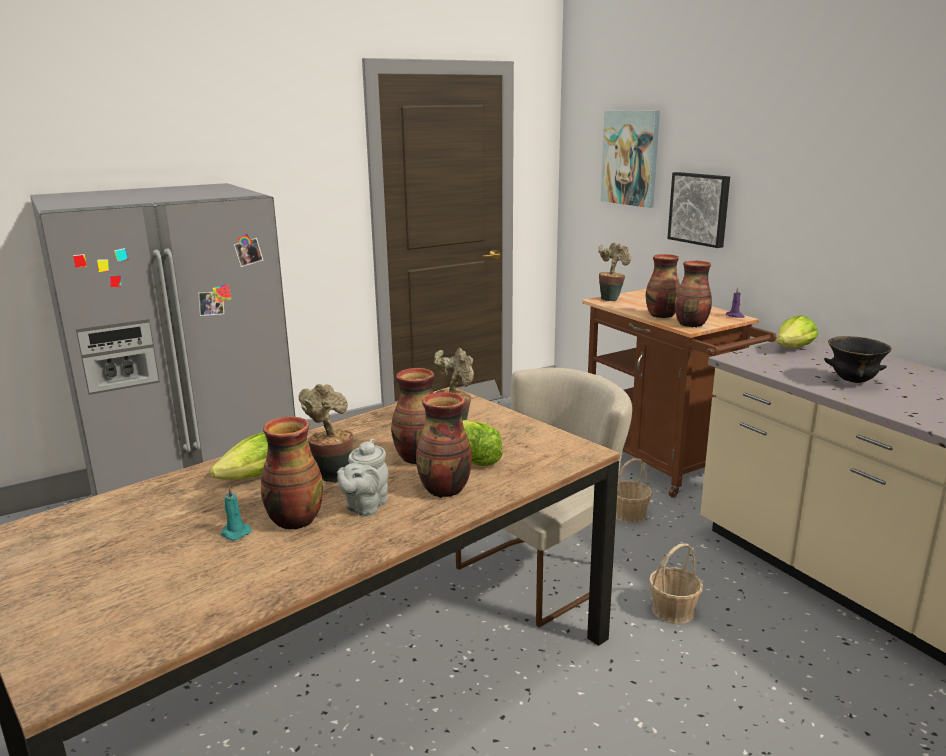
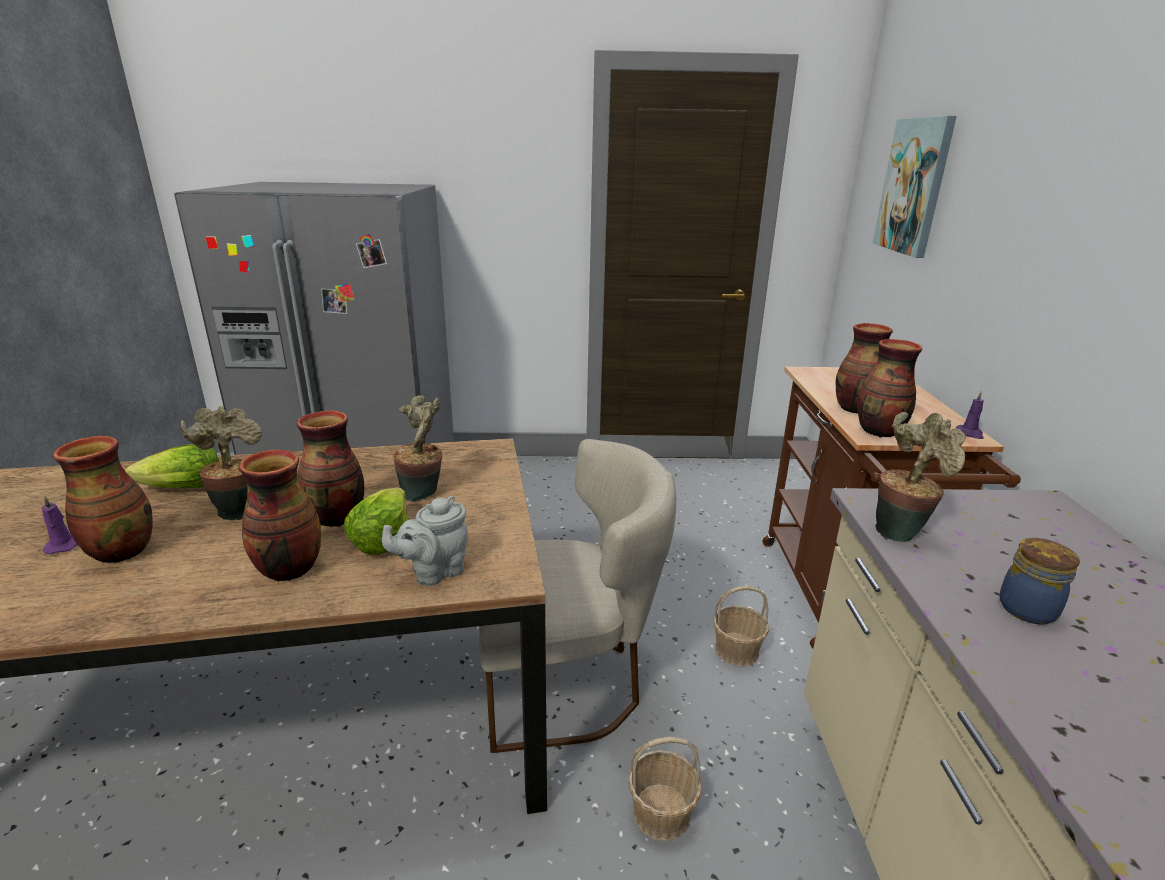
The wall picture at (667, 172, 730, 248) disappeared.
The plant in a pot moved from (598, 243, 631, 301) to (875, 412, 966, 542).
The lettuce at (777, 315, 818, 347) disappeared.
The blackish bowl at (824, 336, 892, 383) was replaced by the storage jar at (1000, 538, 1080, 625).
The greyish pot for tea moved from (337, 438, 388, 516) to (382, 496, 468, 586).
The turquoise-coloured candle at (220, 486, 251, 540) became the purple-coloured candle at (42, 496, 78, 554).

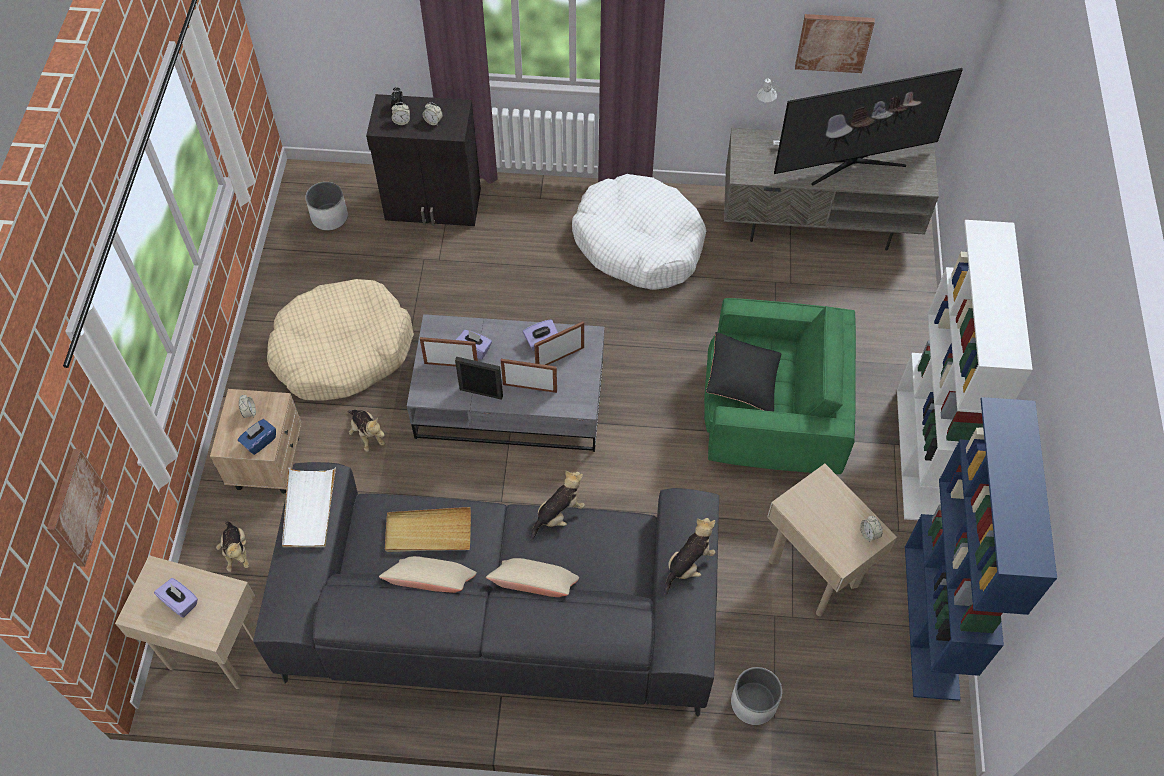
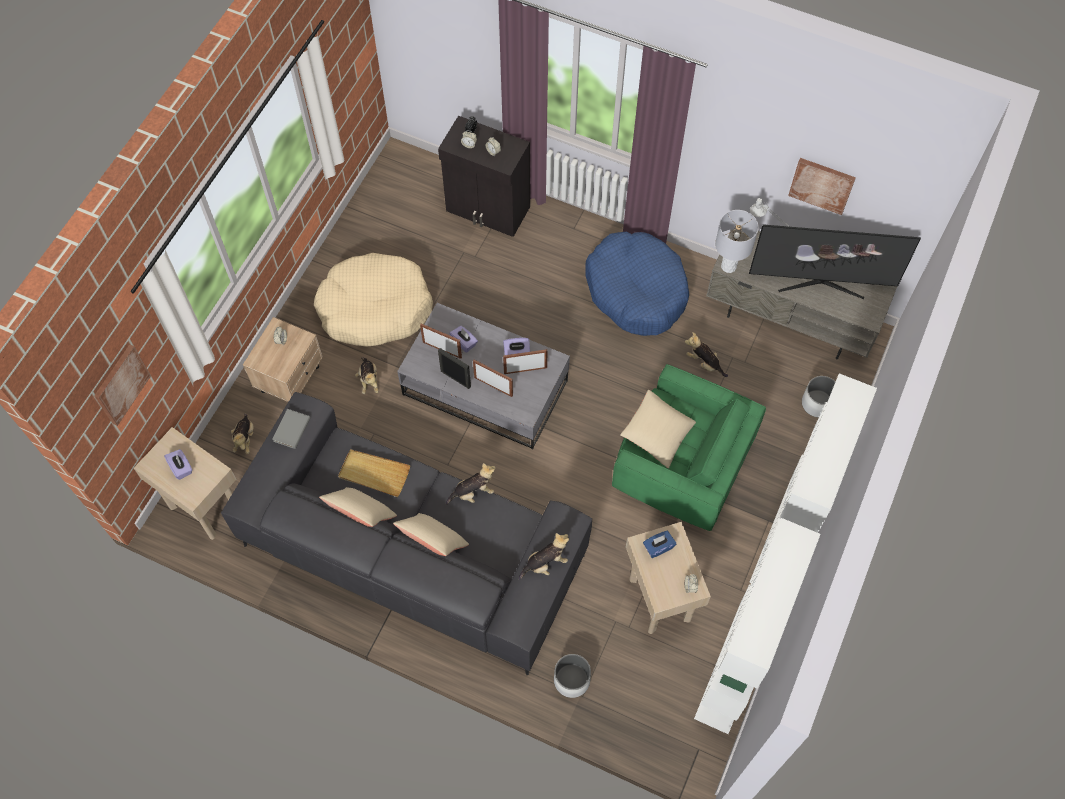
The white-coloured dog bed at (572, 174, 706, 290) became the blue dog bed at (585, 232, 689, 336).
The white-coloured planter moved from (305, 182, 348, 231) to (802, 376, 836, 418).
The blackish pillow at (706, 332, 781, 412) became the beige-coloured pillow at (620, 390, 696, 468).
The blue bookshelf at (905, 397, 1057, 701) became the white-coloured bookshelf at (694, 518, 821, 734).
The blue tissue holder moved from (238, 419, 276, 455) to (643, 531, 676, 558).
The white-coloured serving tray at (282, 467, 336, 547) was replaced by the greyish volume at (272, 409, 310, 449).
The greyish table lamp at (715, 210, 759, 273) appeared.
The plush toy at (685, 332, 728, 377) appeared.

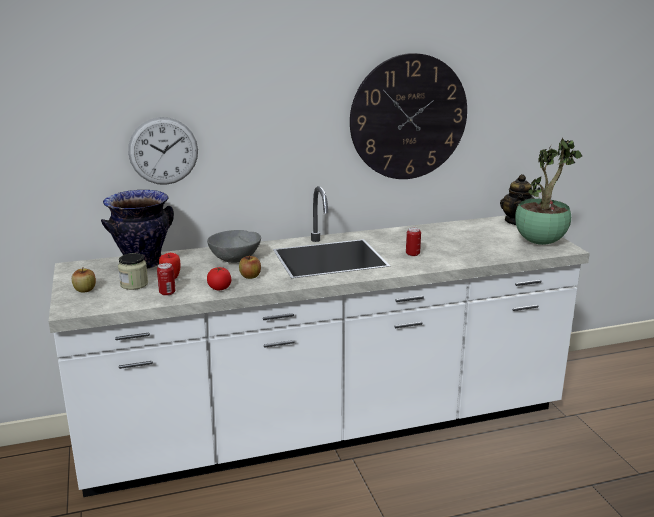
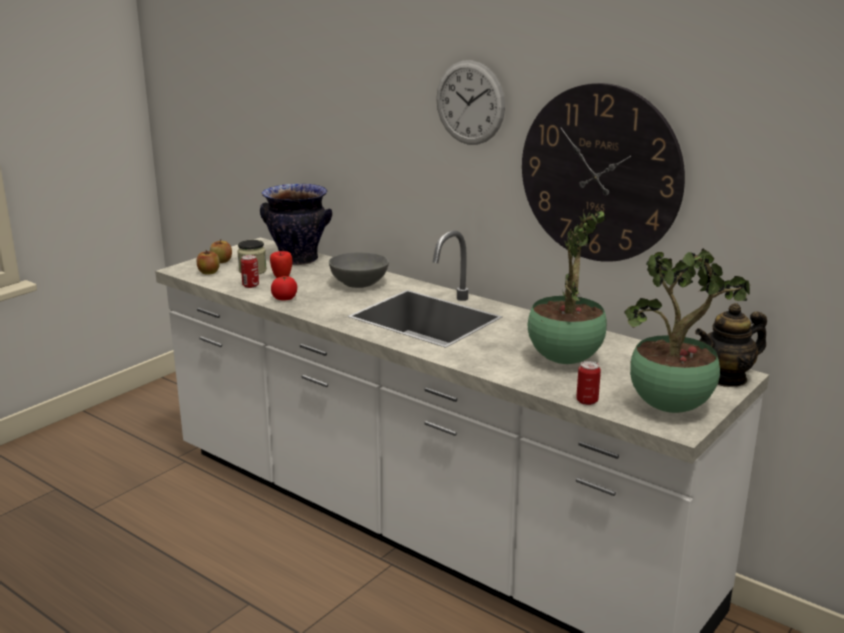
The hanging clock moved from (128, 117, 198, 185) to (436, 60, 505, 145).
The can moved from (406, 227, 421, 256) to (576, 361, 601, 405).
The whole apple moved from (239, 255, 261, 279) to (197, 250, 220, 275).
The plant in a pot at (528, 209, 607, 364) appeared.

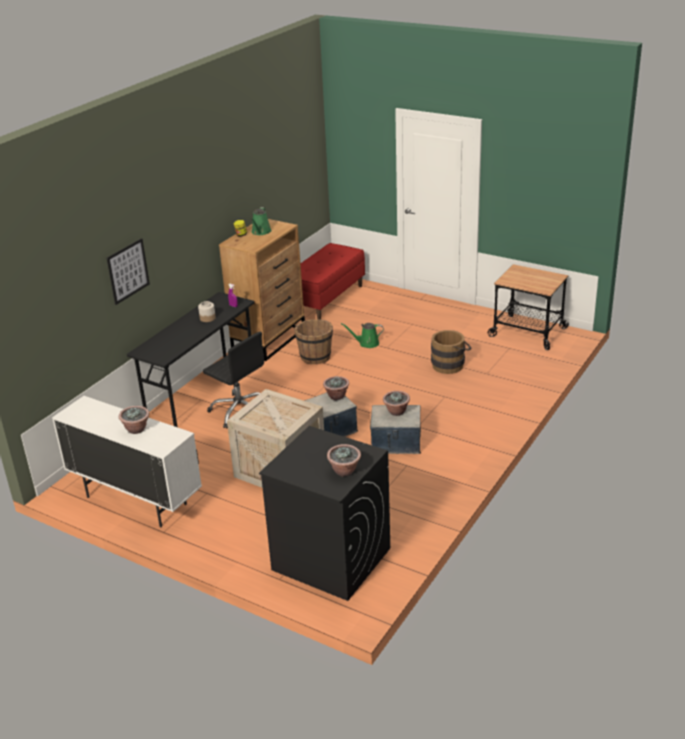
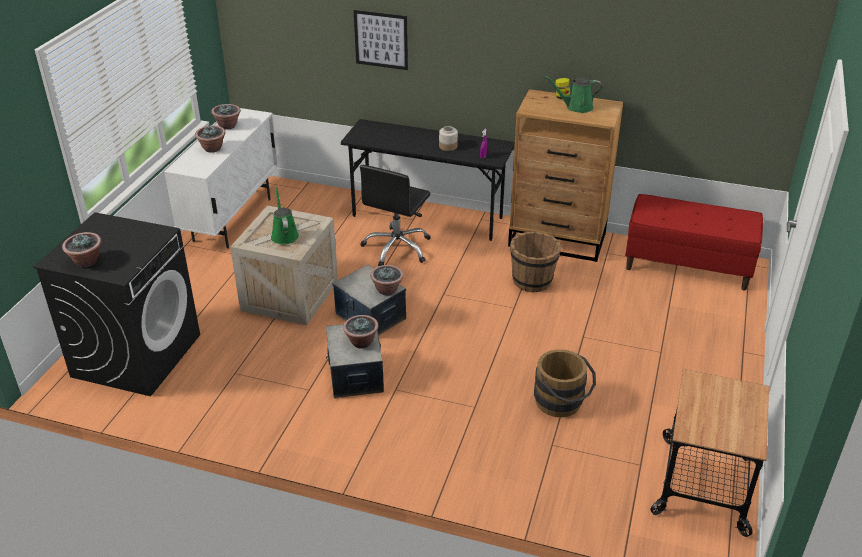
The green-coloured watering can moved from (341, 323, 384, 348) to (271, 187, 299, 245).
The plant in a pot at (211, 104, 241, 130) appeared.

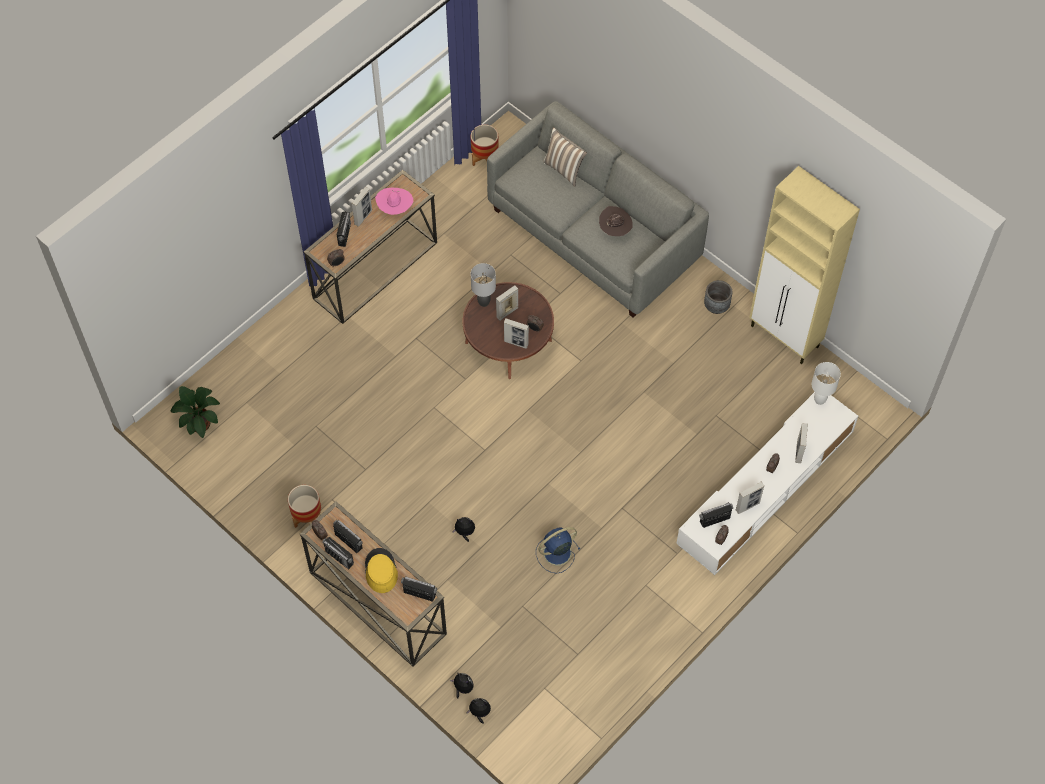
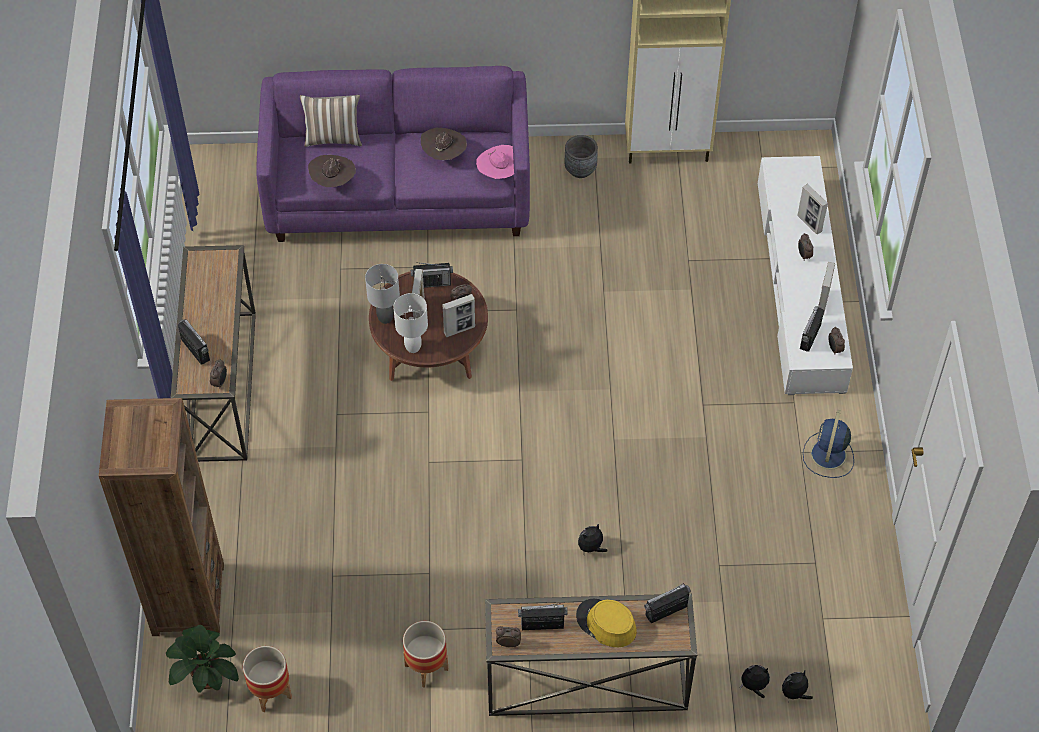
The greyish settee at (487, 101, 709, 318) became the purple-coloured settee at (256, 66, 530, 242).
The planter moved from (471, 125, 499, 166) to (243, 646, 292, 712).
The photo frame at (352, 187, 372, 227) disappeared.
The pinkish clothing hat moved from (375, 188, 413, 215) to (476, 145, 514, 179).
The white-coloured table lamp moved from (811, 362, 841, 405) to (393, 293, 428, 353).
The blue fan moved from (536, 527, 580, 574) to (803, 410, 854, 478).
The radio receiver moved from (322, 537, 354, 570) to (411, 262, 453, 288).
The brownish clothing hat at (308, 155, 356, 187) appeared.
The brownish bookshelf at (99, 398, 224, 636) appeared.

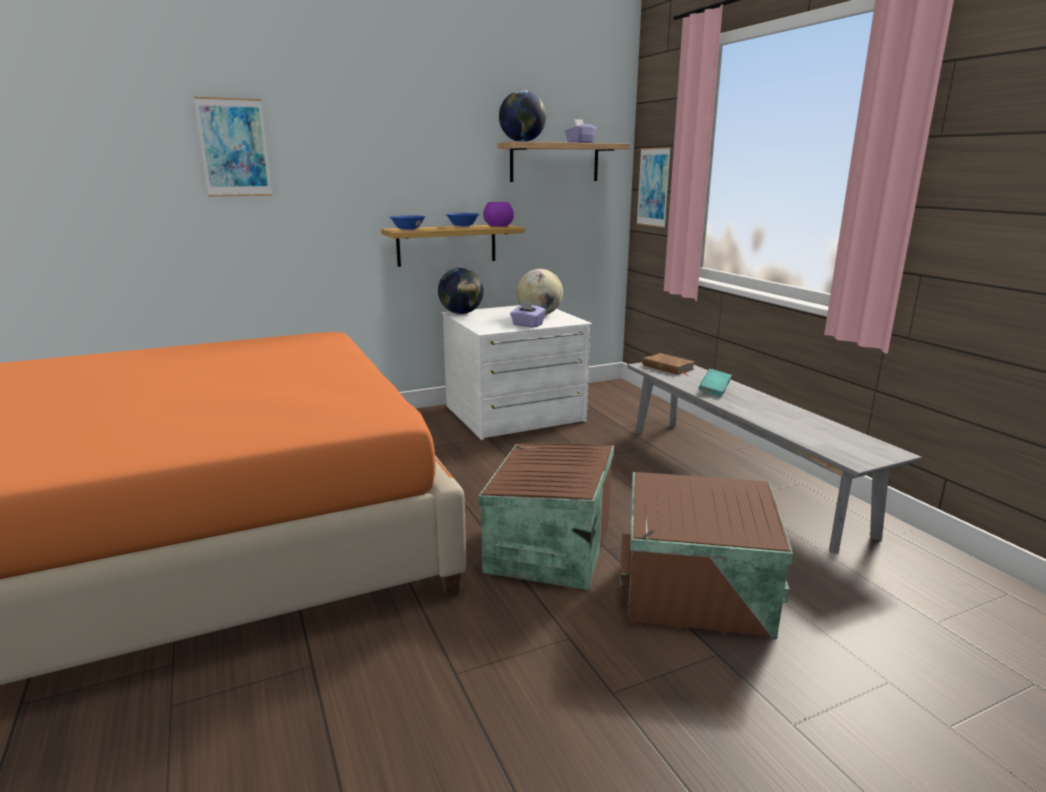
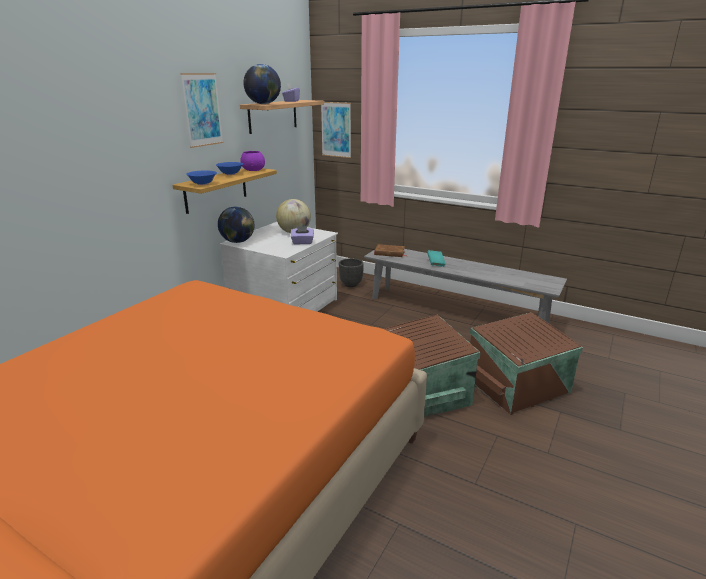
The wall picture moved from (194, 97, 272, 197) to (180, 73, 223, 148).
The blackish planter at (339, 258, 364, 287) appeared.

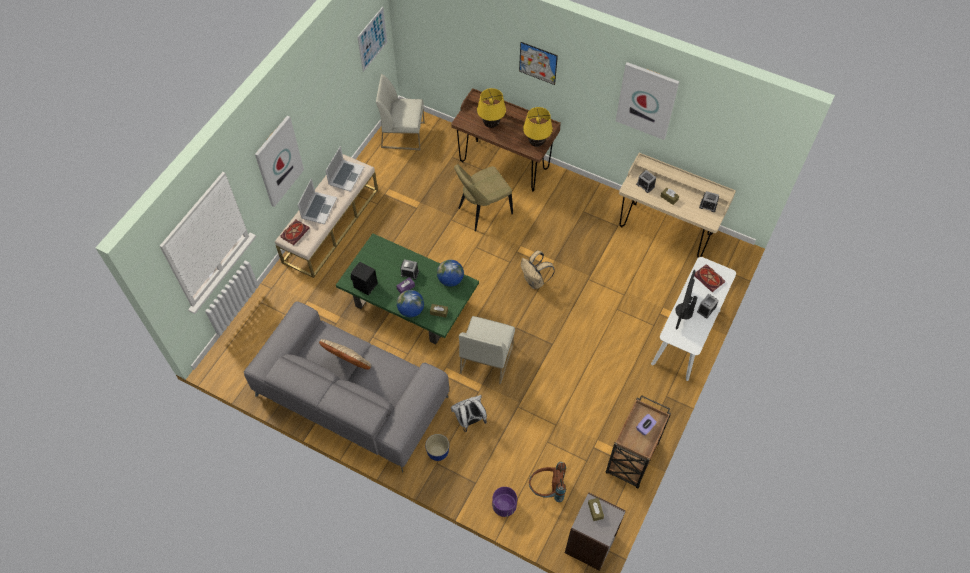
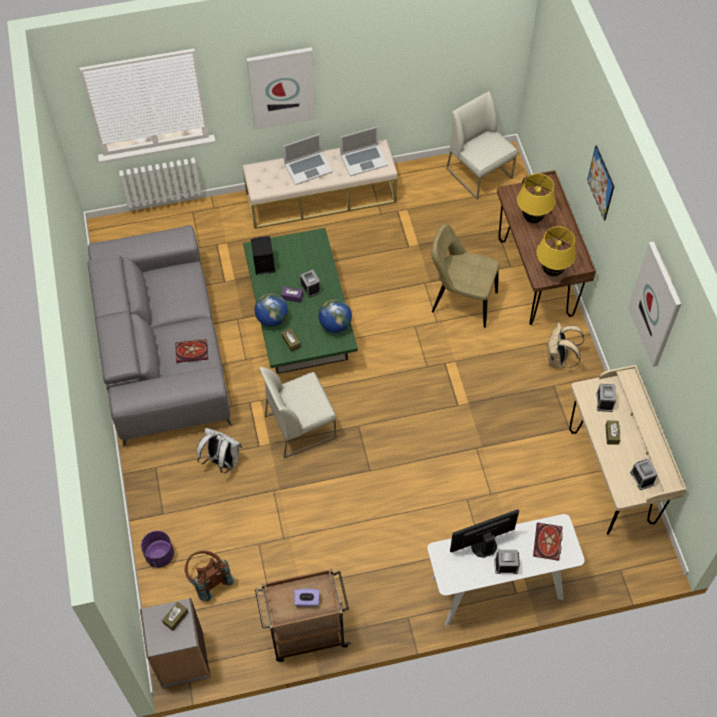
The wall picture at (357, 7, 388, 72) disappeared.
The volume moved from (281, 220, 310, 245) to (175, 339, 208, 363).
The beige-coloured knapsack moved from (521, 251, 555, 289) to (547, 322, 584, 368).
The beige-coloured pillow at (319, 339, 371, 370) disappeared.
The planter at (425, 434, 449, 461) disappeared.

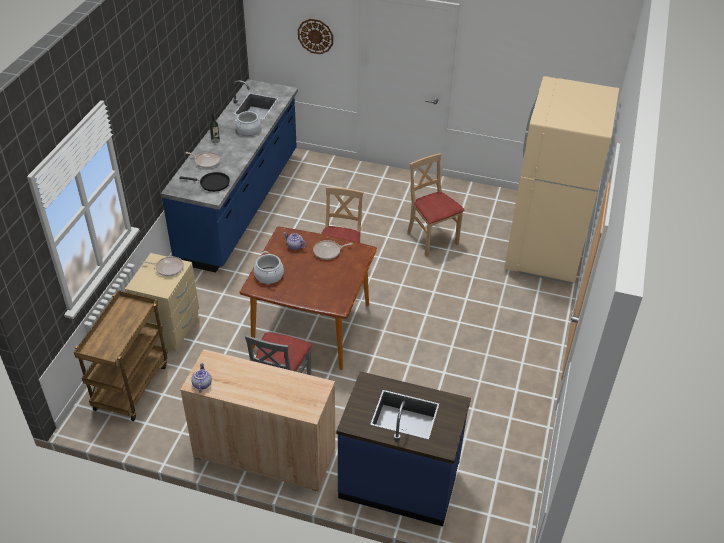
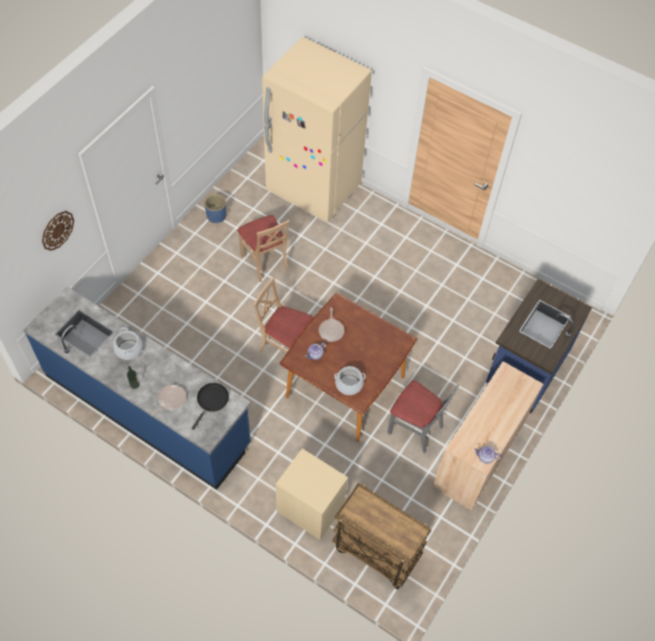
The beige-coloured chair at (407, 153, 464, 257) turned 105 degrees counterclockwise.
The frying pan at (142, 256, 184, 276) disappeared.
The blue planter at (204, 194, 226, 223) appeared.

